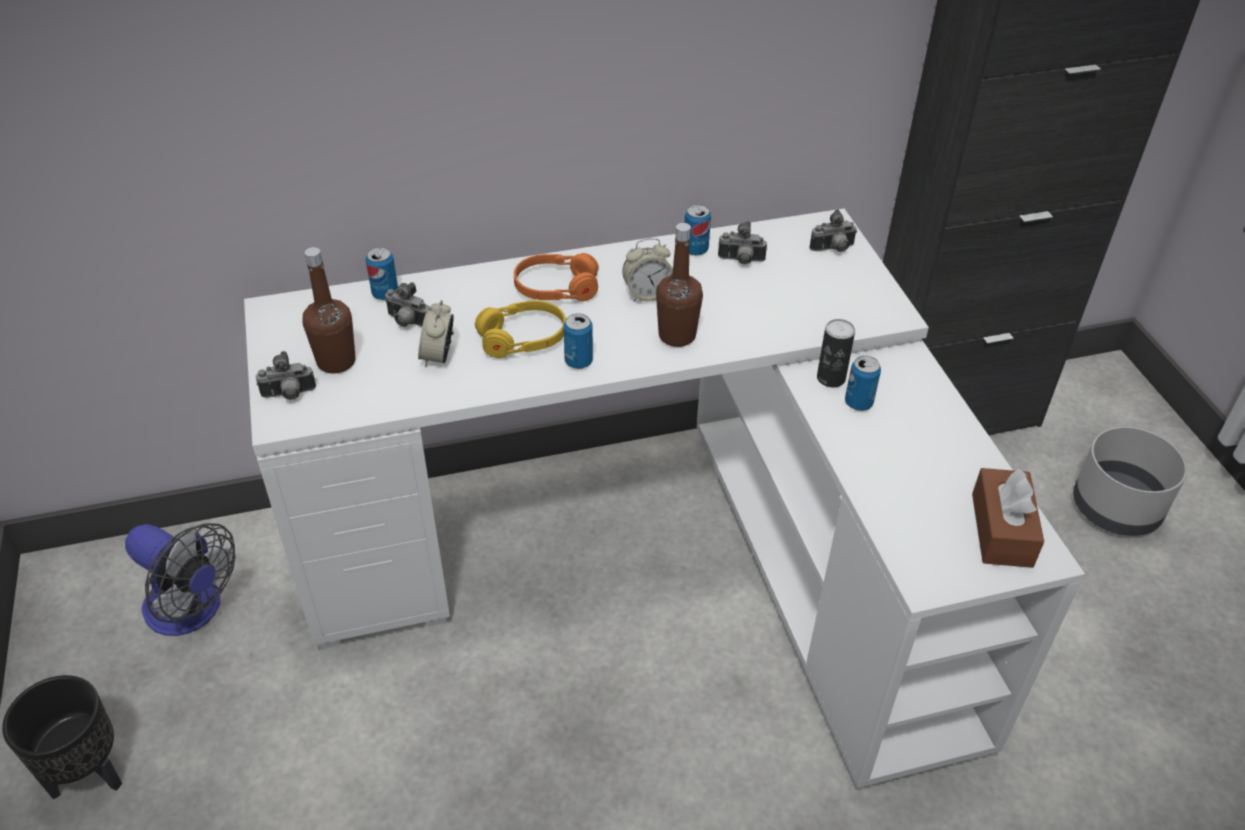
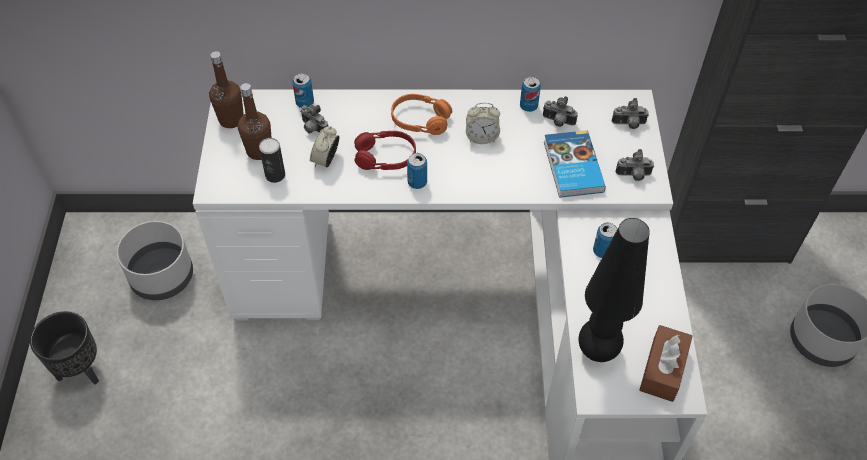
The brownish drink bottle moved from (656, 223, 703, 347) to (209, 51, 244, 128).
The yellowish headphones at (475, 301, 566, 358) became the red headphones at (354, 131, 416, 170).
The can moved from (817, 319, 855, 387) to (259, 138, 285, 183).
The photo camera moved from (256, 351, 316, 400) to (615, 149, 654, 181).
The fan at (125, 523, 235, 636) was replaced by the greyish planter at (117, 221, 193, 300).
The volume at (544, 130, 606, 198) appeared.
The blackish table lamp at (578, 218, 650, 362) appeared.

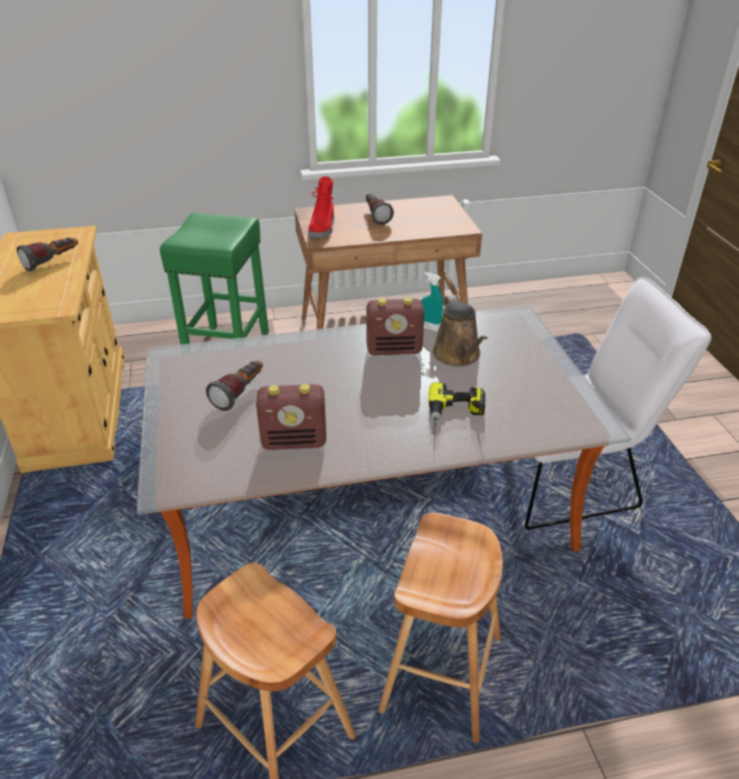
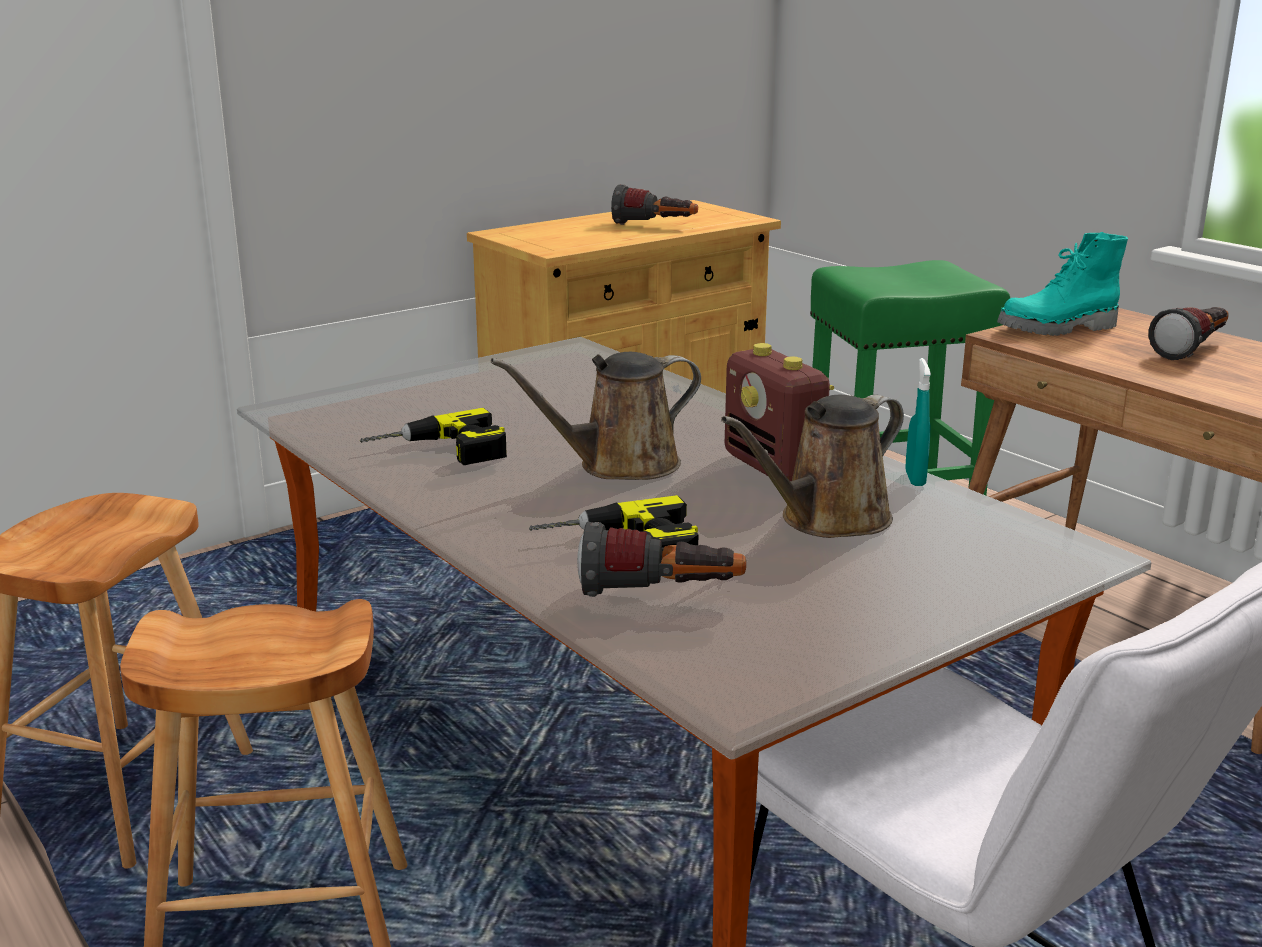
The red tall boot at (308, 176, 334, 238) became the turquoise-coloured tall boot at (997, 232, 1128, 336).
The flashlight moved from (206, 360, 263, 411) to (577, 522, 746, 597).
The radio receiver at (256, 384, 326, 450) was replaced by the drill at (360, 408, 507, 465).
The brownish watering can at (491, 352, 701, 480) appeared.

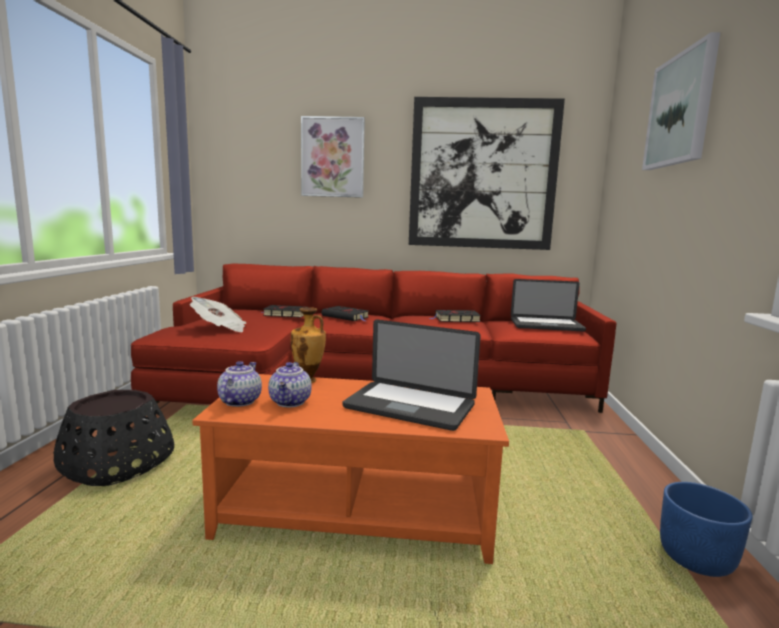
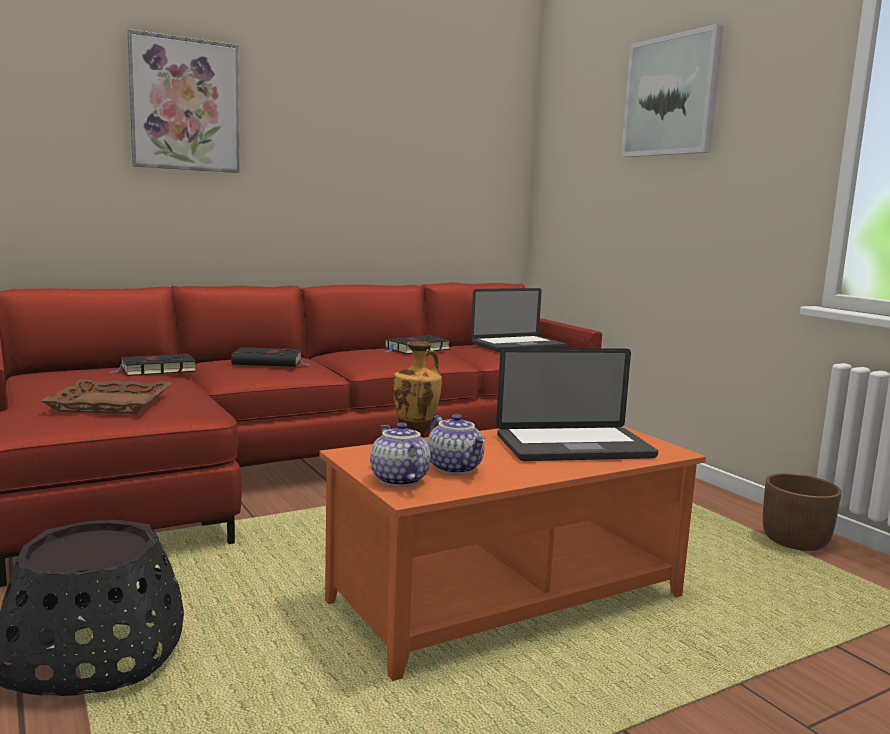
The wall picture at (409, 97, 565, 250) disappeared.
The printed paper at (190, 297, 246, 332) was replaced by the brownish serving tray at (41, 379, 172, 414).
The blue planter at (660, 482, 752, 577) became the brownish planter at (763, 473, 842, 551).

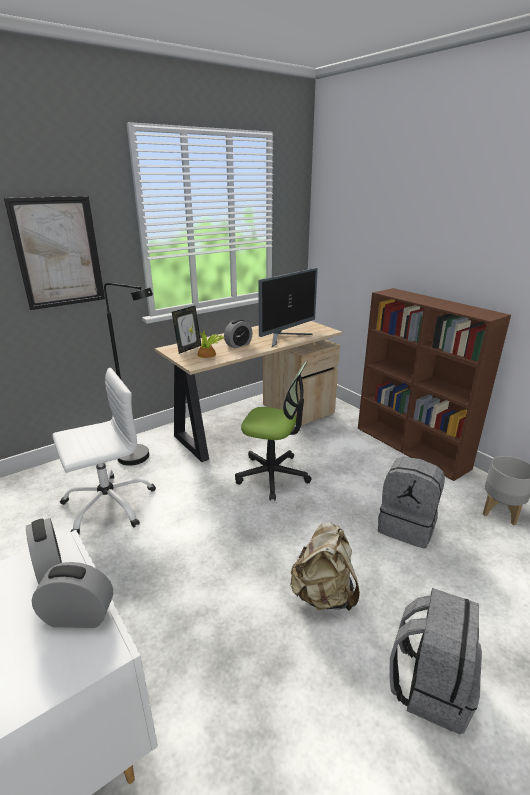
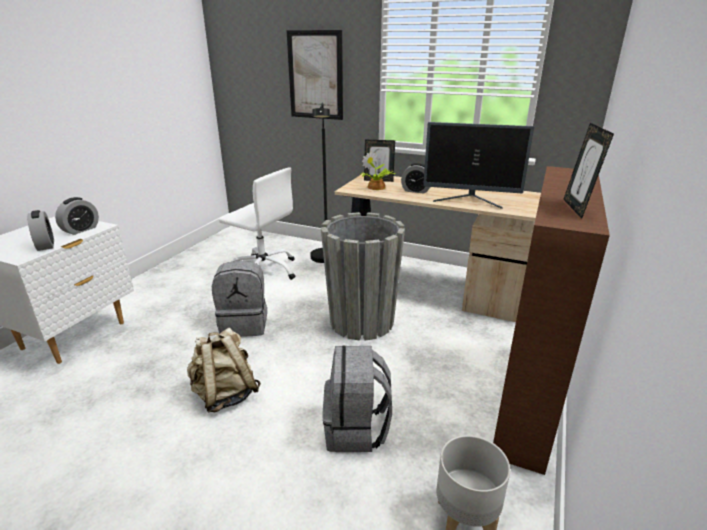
The computer chair at (235, 361, 312, 501) was replaced by the greyish planter at (321, 212, 405, 341).
The greyish knapsack moved from (389, 588, 482, 734) to (212, 260, 267, 337).
The photo frame at (563, 123, 614, 219) appeared.

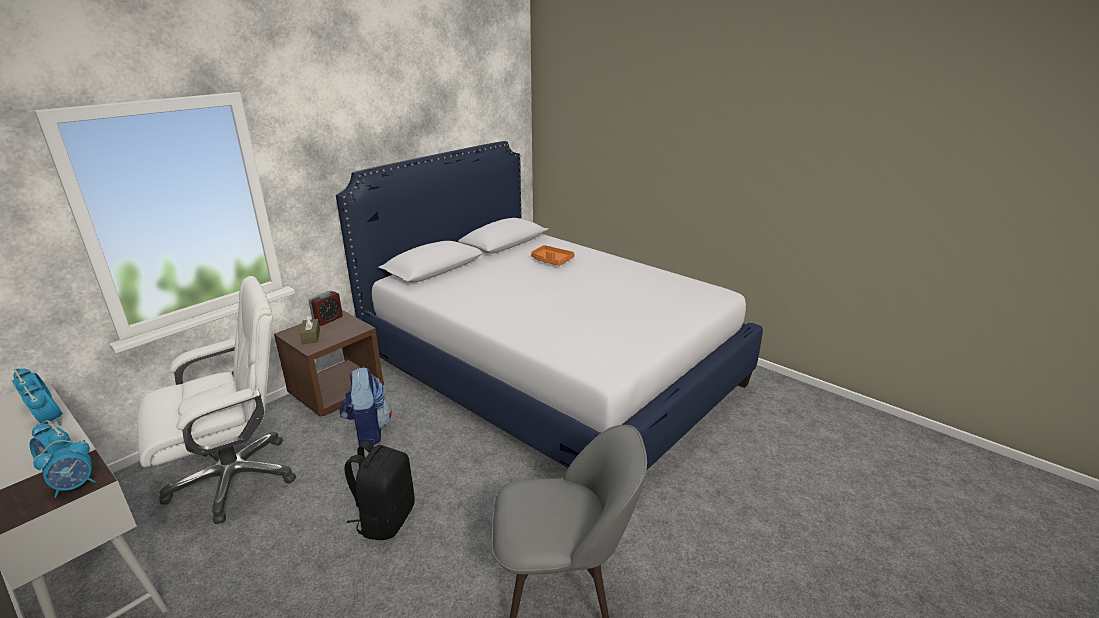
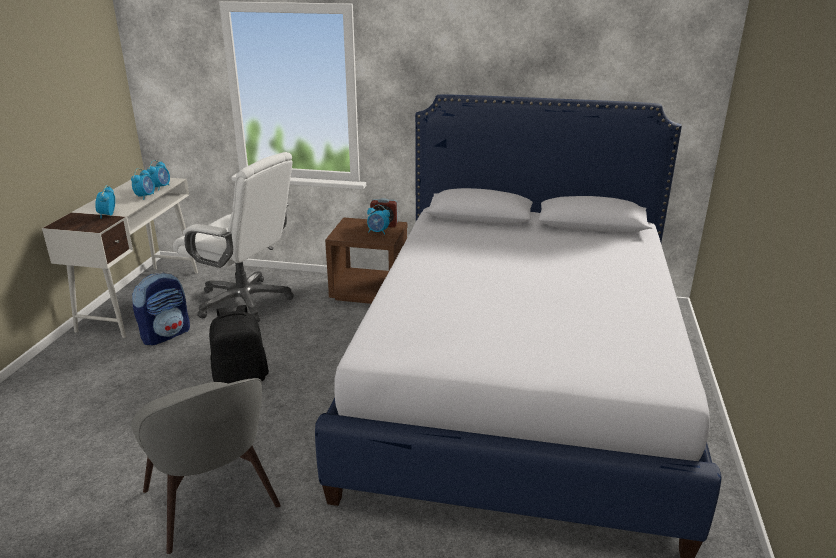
The orangey serving tray at (531, 245, 575, 266) disappeared.
The brownish tissue holder at (300, 315, 320, 344) disappeared.
The knapsack moved from (340, 368, 392, 446) to (132, 272, 190, 345).
The alarm clock moved from (33, 440, 96, 498) to (367, 205, 390, 235).

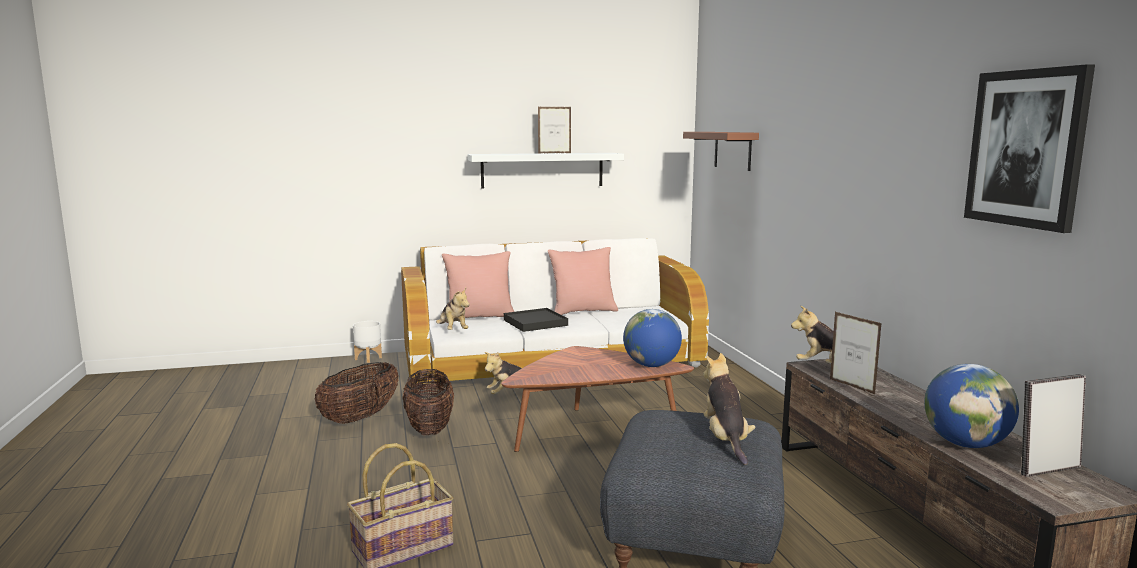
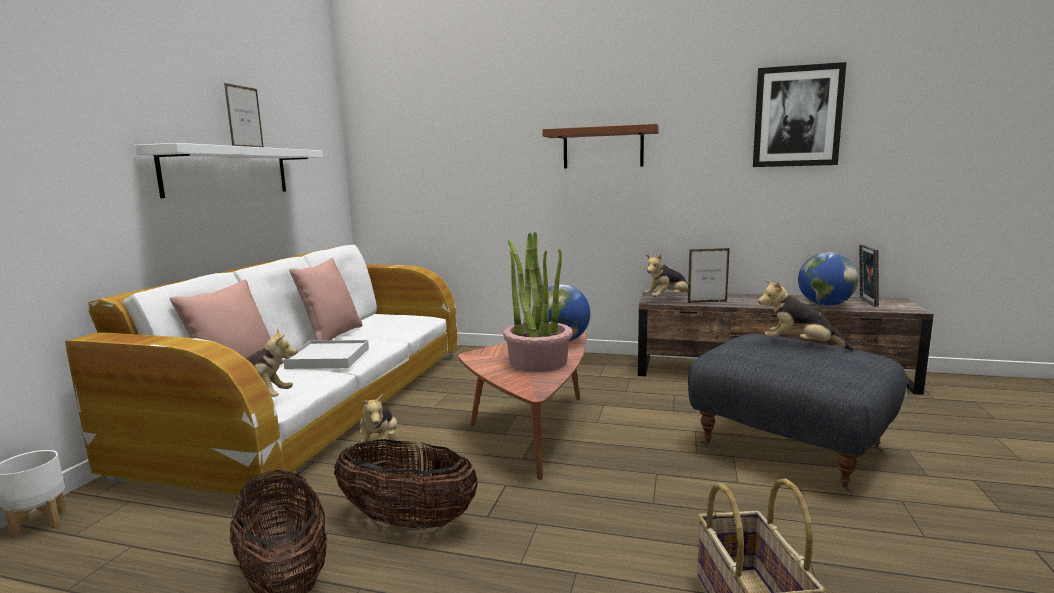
The brownish bracket shelf moved from (683, 132, 759, 171) to (542, 124, 659, 169).
The blackish serving tray at (504, 308, 568, 332) became the white-coloured serving tray at (283, 340, 369, 369).
The plant in a pot at (503, 232, 573, 372) appeared.

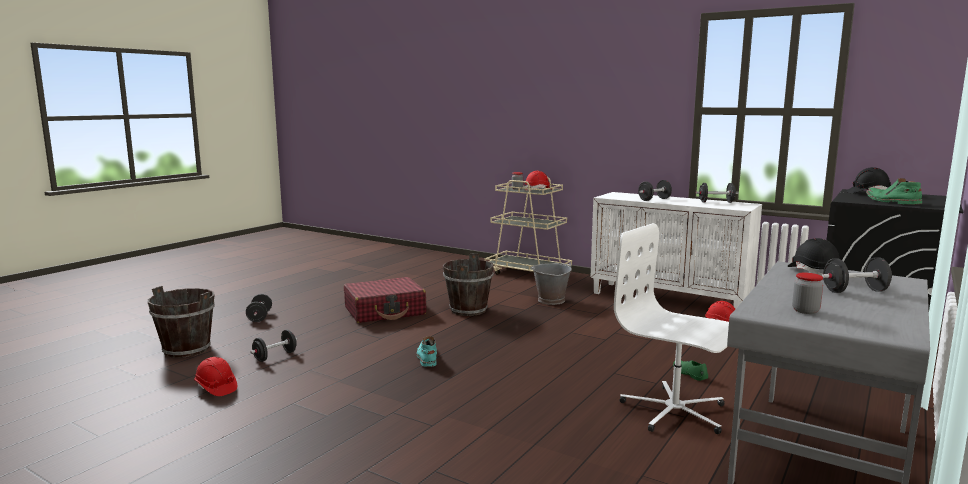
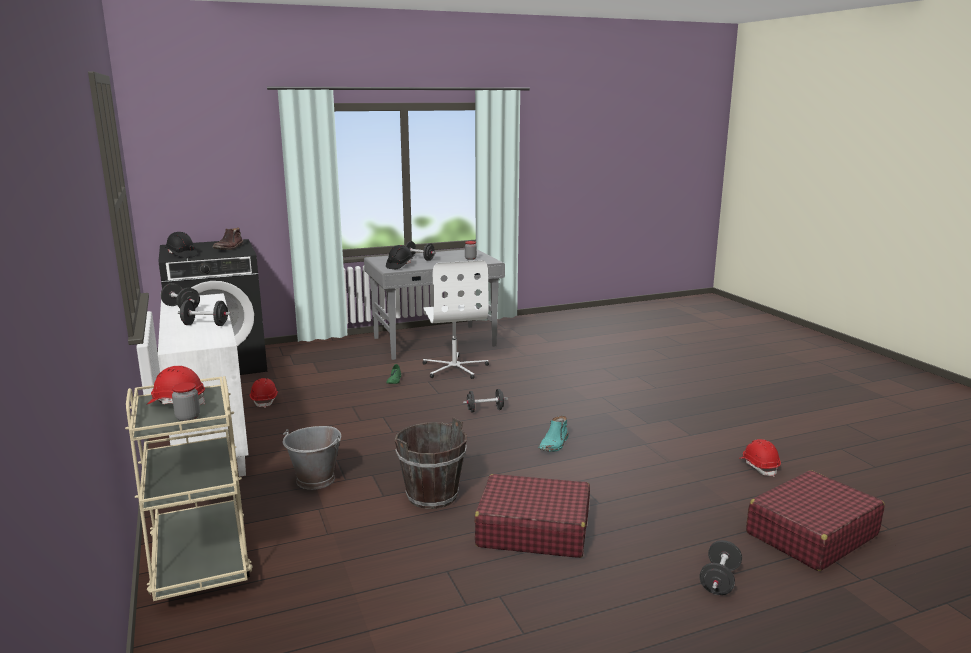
The green-coloured tall boot at (866, 178, 922, 205) became the brownish tall boot at (213, 227, 244, 250).
The brownish pail at (148, 286, 215, 358) was replaced by the red piece of luggage at (746, 470, 885, 571).
The blackish free weight moved from (250, 330, 298, 362) to (463, 389, 508, 413).

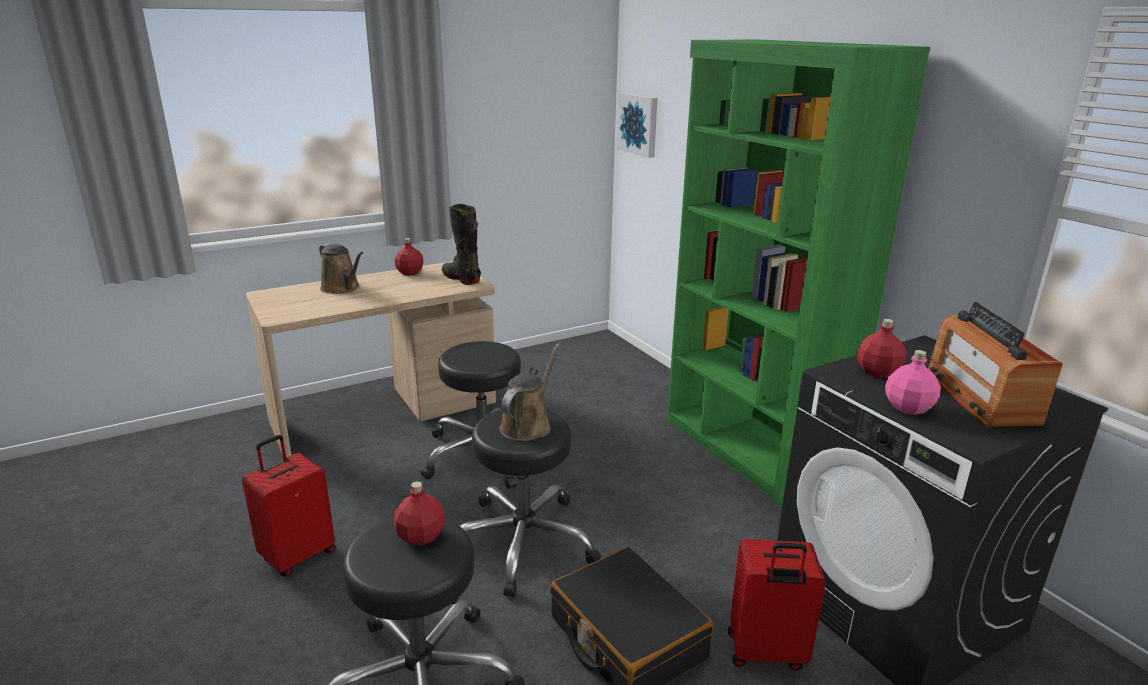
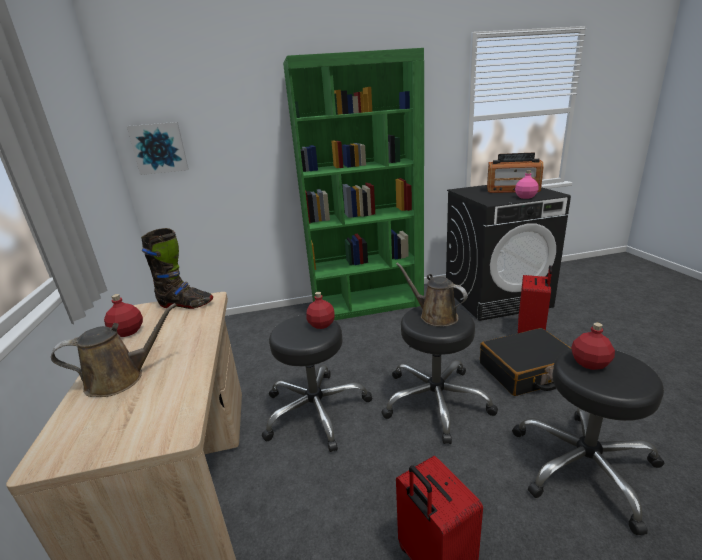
The blackish tall boot at (442, 204, 481, 285) turned 150 degrees counterclockwise.
The red drink bottle moved from (857, 319, 906, 378) to (307, 292, 335, 329).

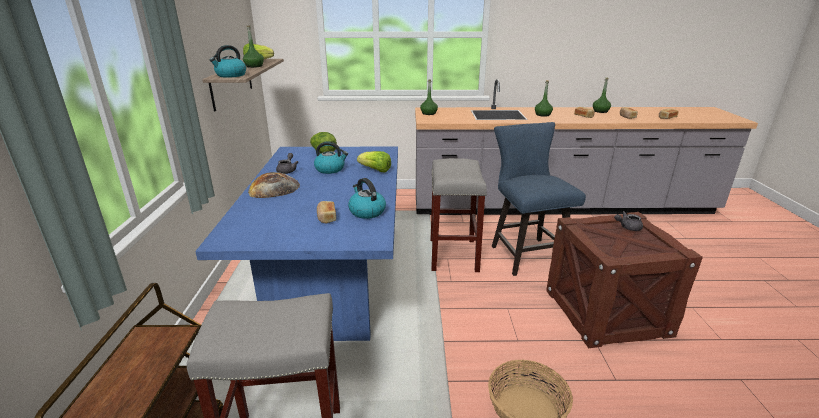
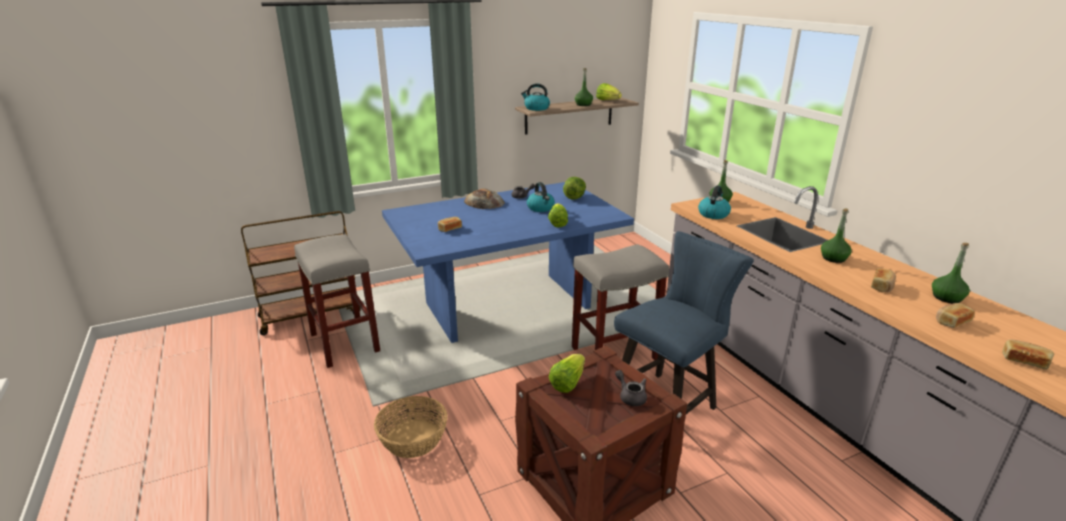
The kettle moved from (348, 178, 386, 219) to (698, 186, 731, 219).
The lettuce at (549, 354, 585, 393) appeared.

